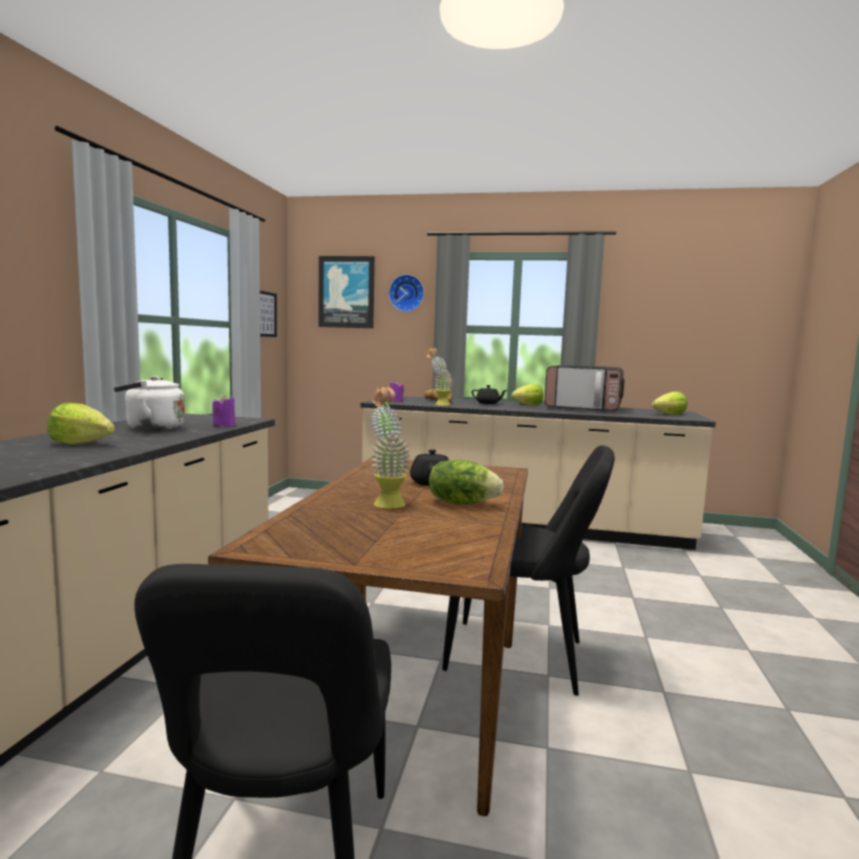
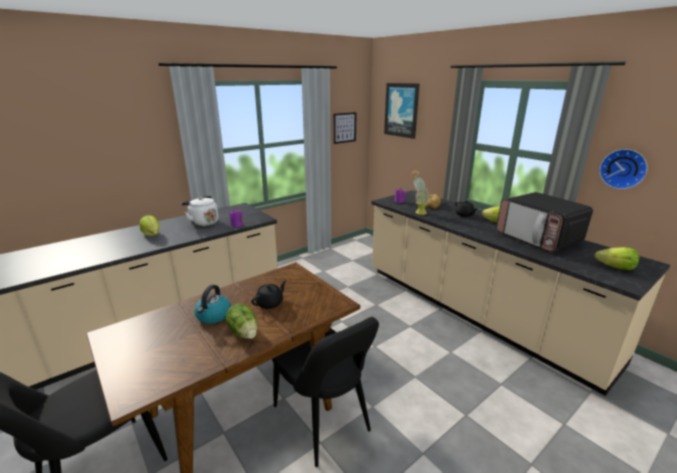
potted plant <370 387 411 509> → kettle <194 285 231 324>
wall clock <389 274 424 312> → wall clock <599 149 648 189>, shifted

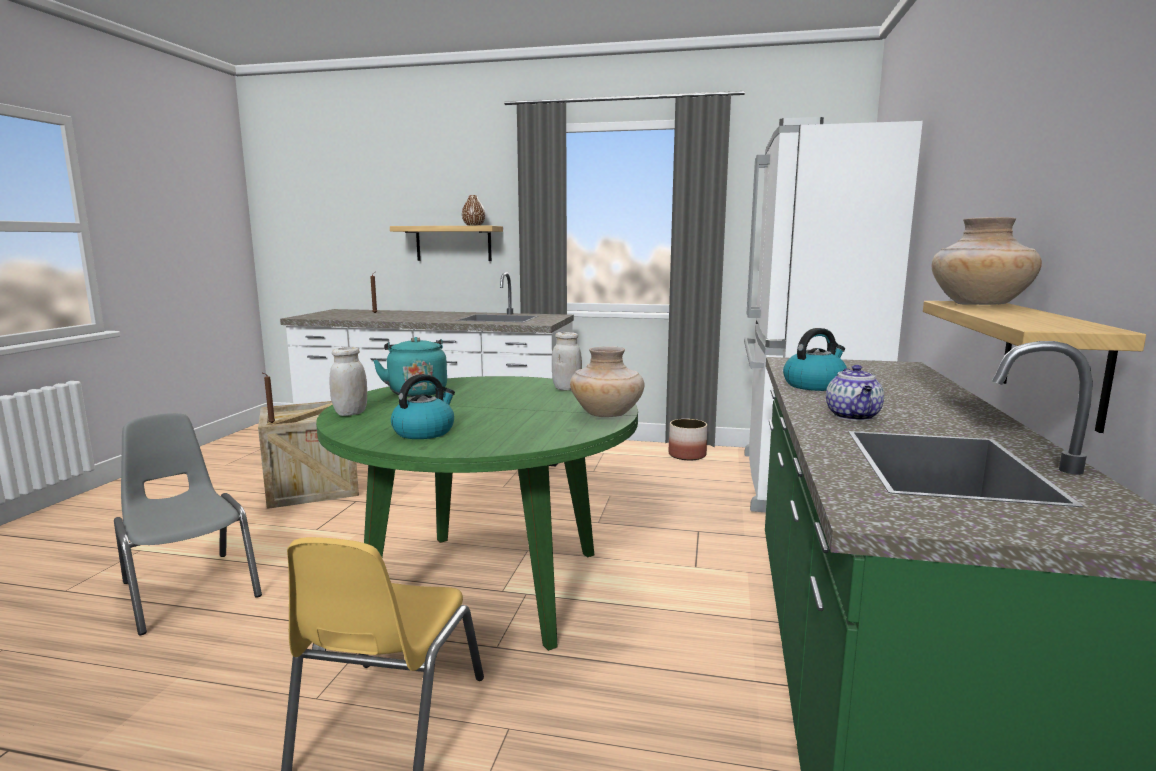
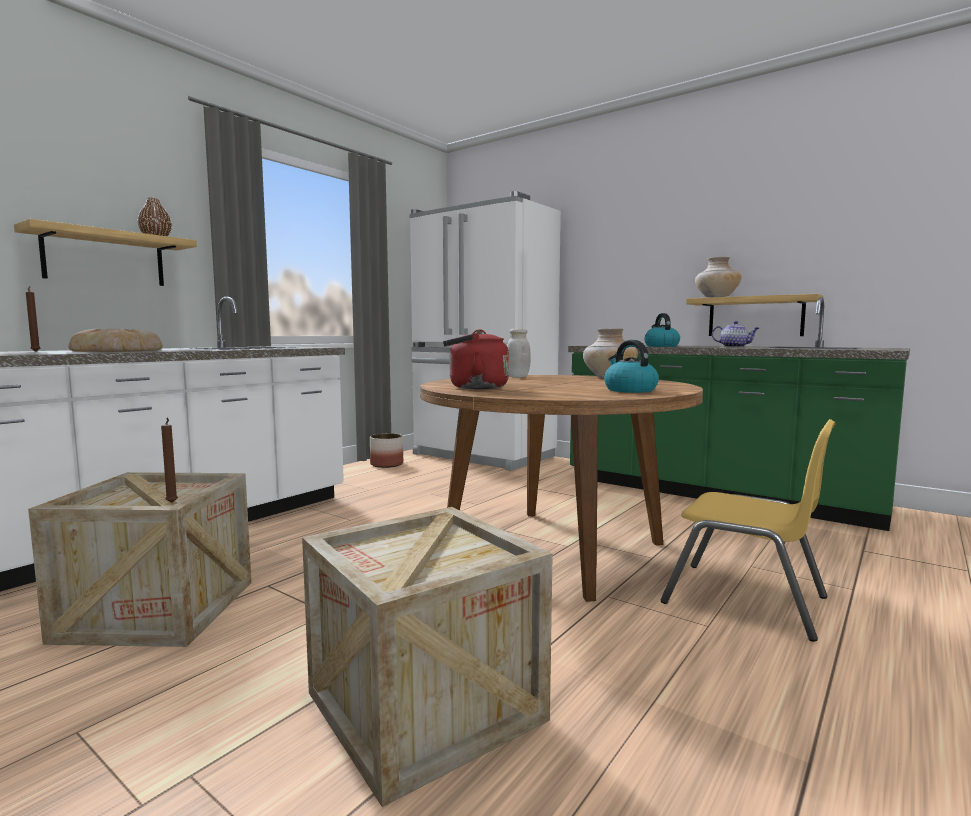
grey chair <114 413 262 636> → crate <302 507 553 807>
green dining table <316 376 638 651> → brown dining table <420 375 703 602>
white jar <329 347 367 416> → -
turquoise kettle <373 337 447 397> → red kettle <443 329 509 389>
- → bread <68 329 163 352>

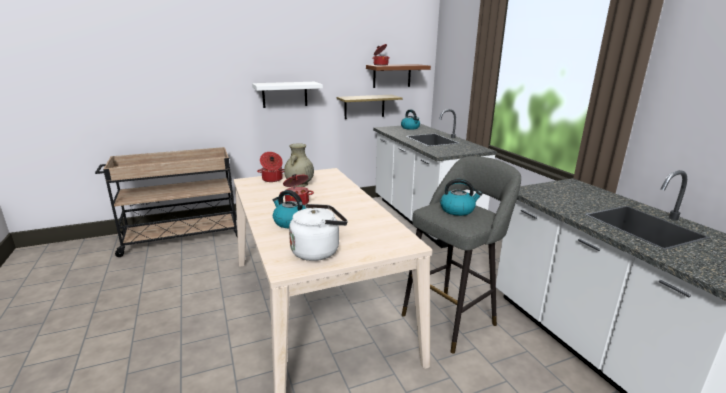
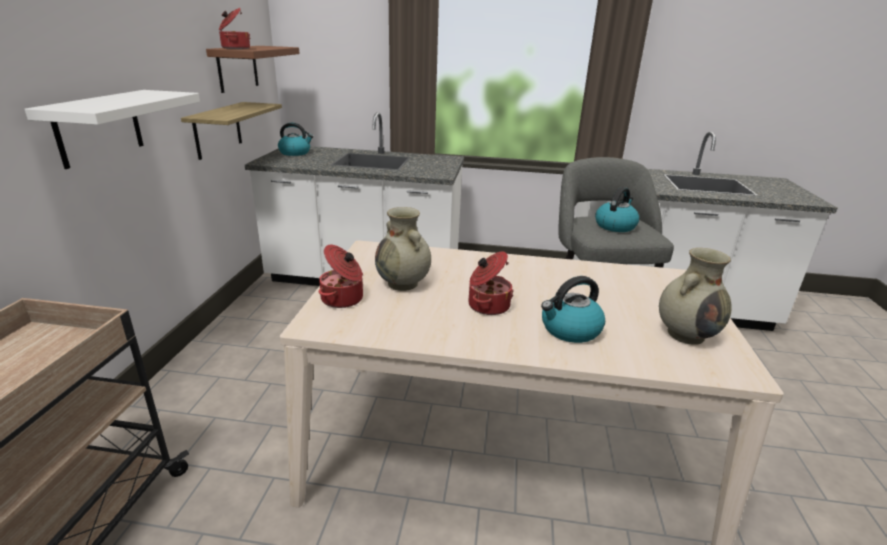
white kettle <289 204 348 261> → beige vase <659 248 732 345>

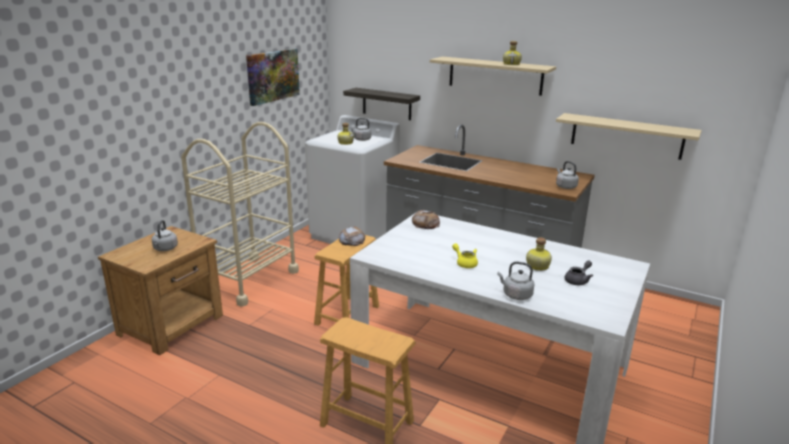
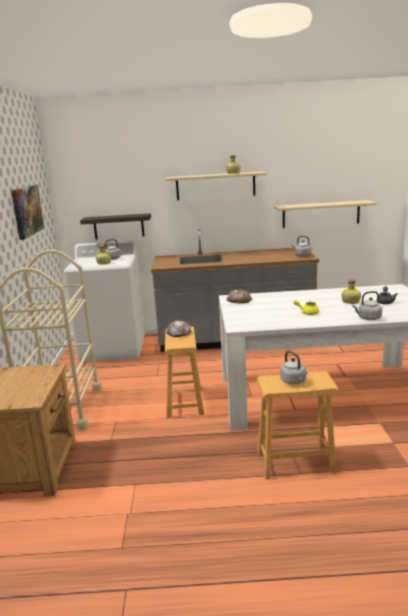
grey kettle <152 220 178 251> → grey kettle <280 351 307 385>, shifted

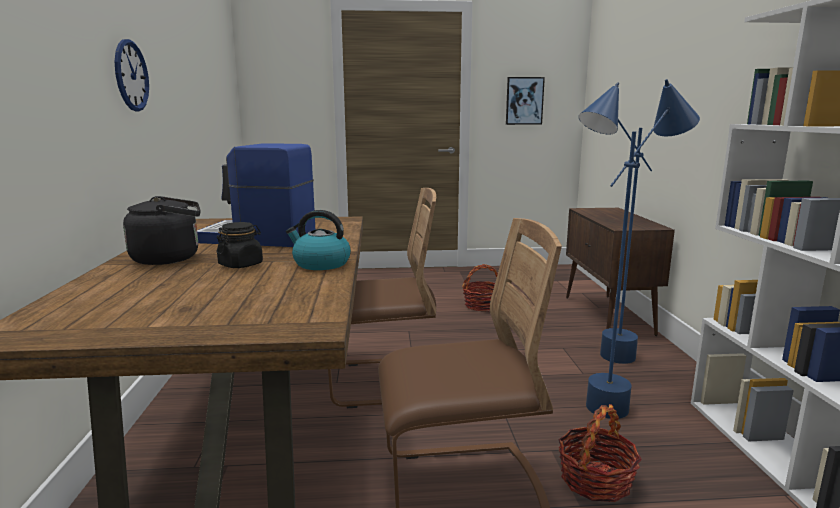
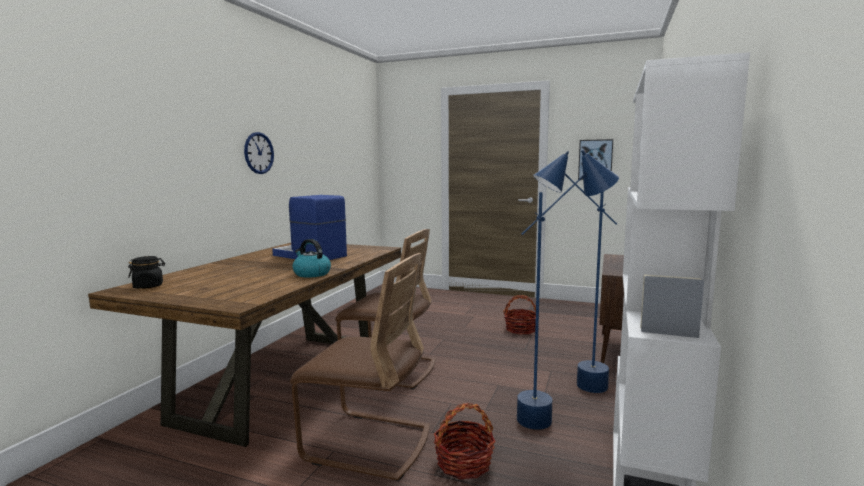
black kettle <123 196 201 265> → -
black jar <217 222 263 268> → black jar <128 256 165 288>, shifted

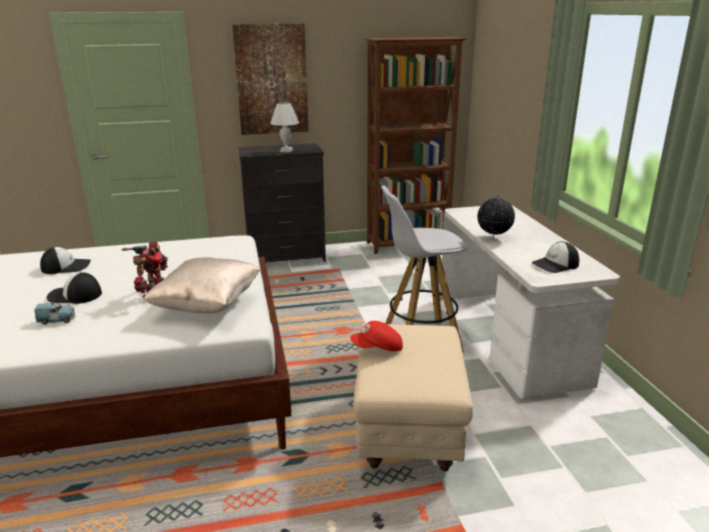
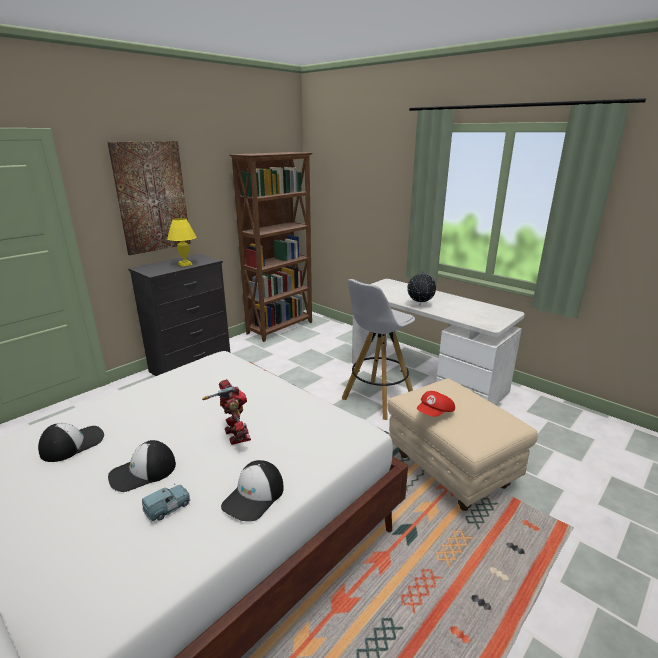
beige pillow <143 257 261 314> → -
white table lamp <270 102 299 152> → yellow table lamp <167 218 196 267>
cap <532 241 579 273> → cap <221 460 284 522>, shifted

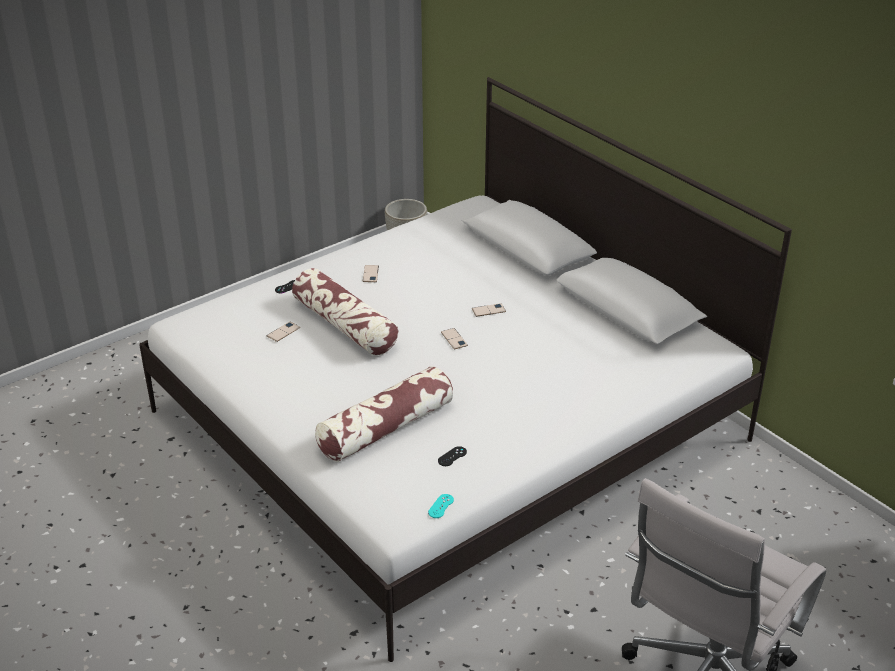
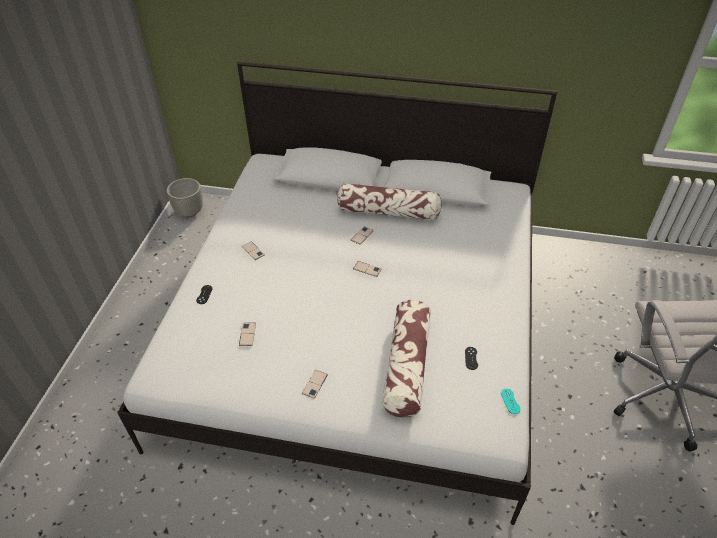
pillow <292 268 398 356> → pillow <337 183 442 220>, shifted
- → phone <302 370 328 399>

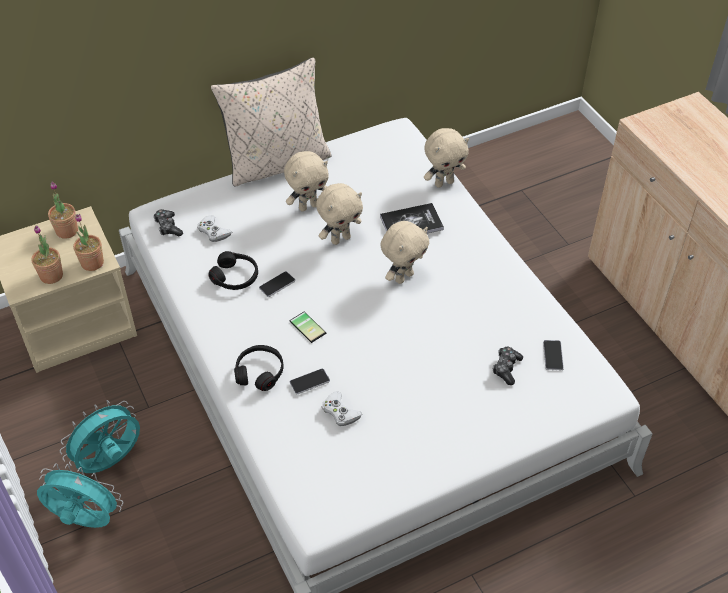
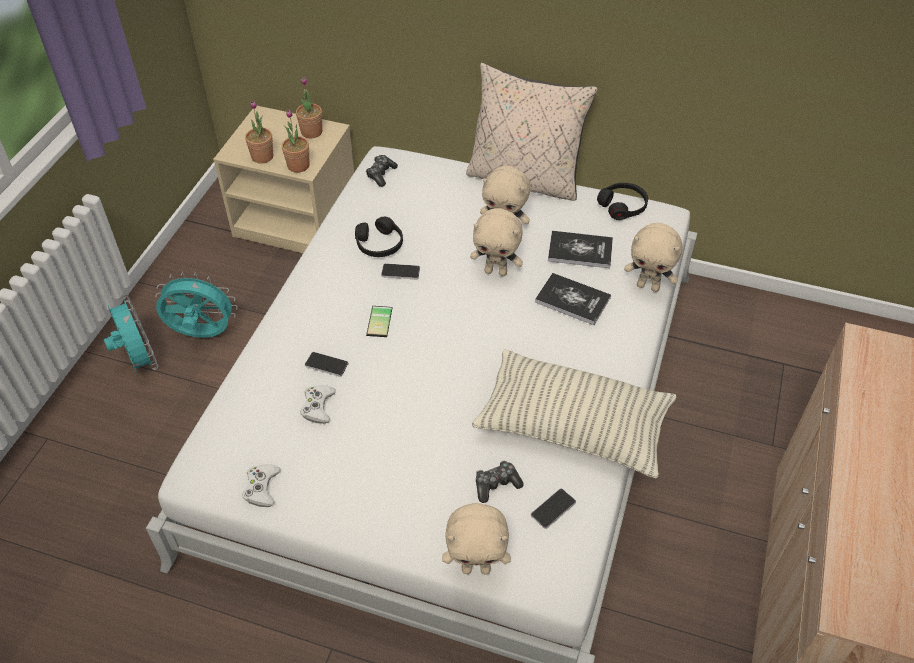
white game controller <197 215 232 242> → white game controller <242 464 280 507>, shifted
black headphones <234 345 284 391> → black headphones <597 183 648 220>, shifted
beige plush toy <380 221 430 284> → beige plush toy <442 503 511 574>, shifted
- → pillow <472 349 676 479>
- → book <548 231 613 268>

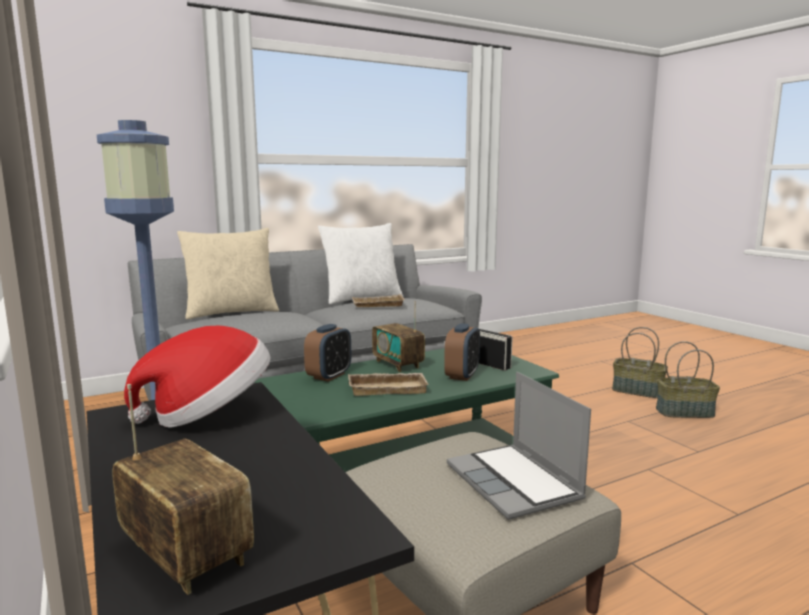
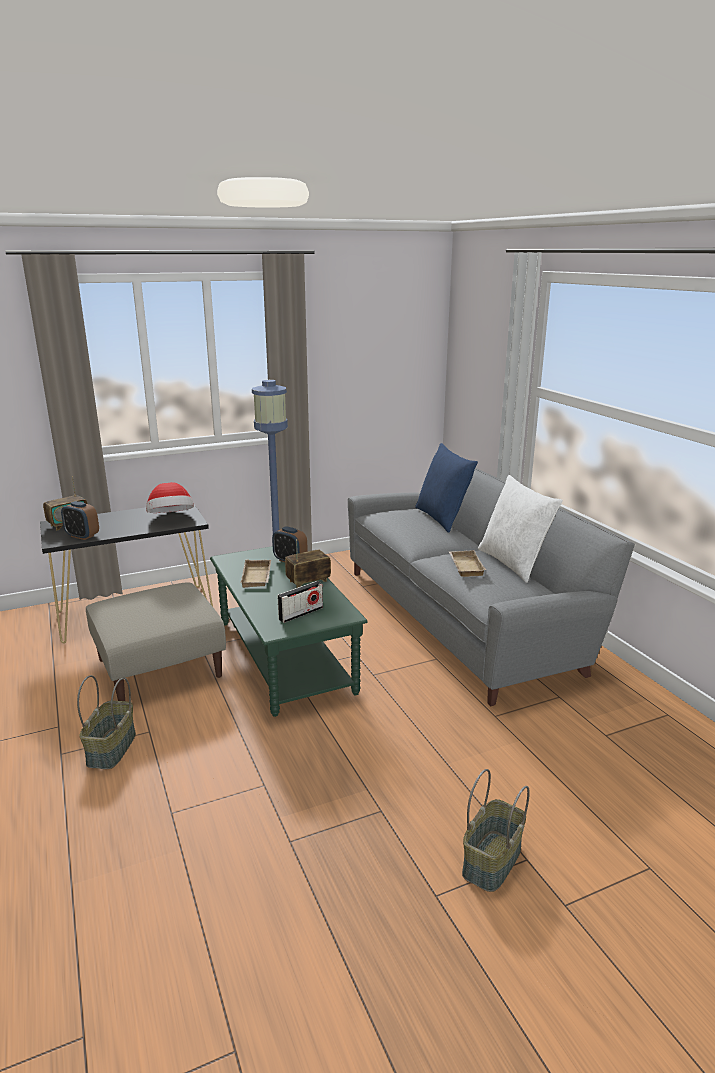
beige pillow <177 228 279 319> → blue pillow <415 443 478 533>
alarm clock <444 323 480 381> → alarm clock <61 501 99 540>, shifted
laptop <447 372 591 520> → -
basket <656 341 720 418> → basket <77 675 136 769>, shifted

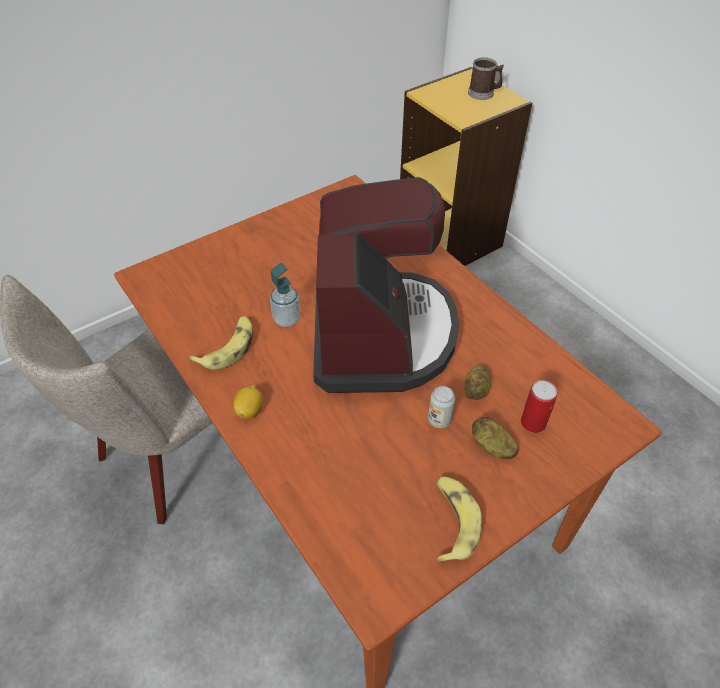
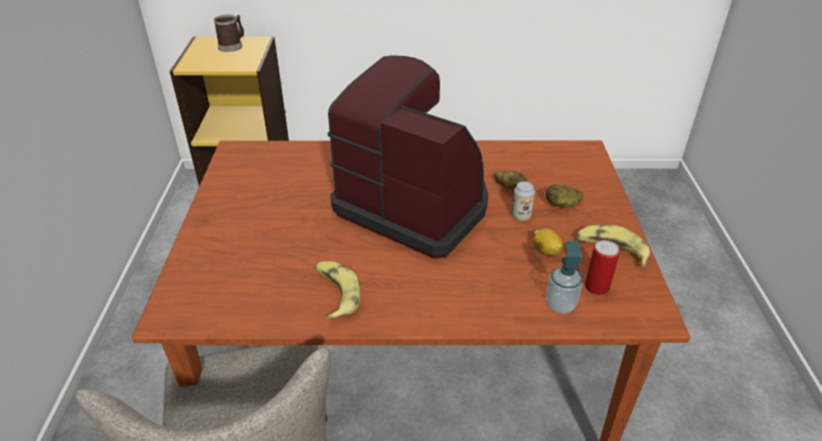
lemon <233 385 263 419> → lemon <534 228 563 255>, shifted
soap dispenser <270 263 300 327> → soap dispenser <546 241 582 314>, shifted
can <521 380 557 433> → can <585 240 620 295>, shifted

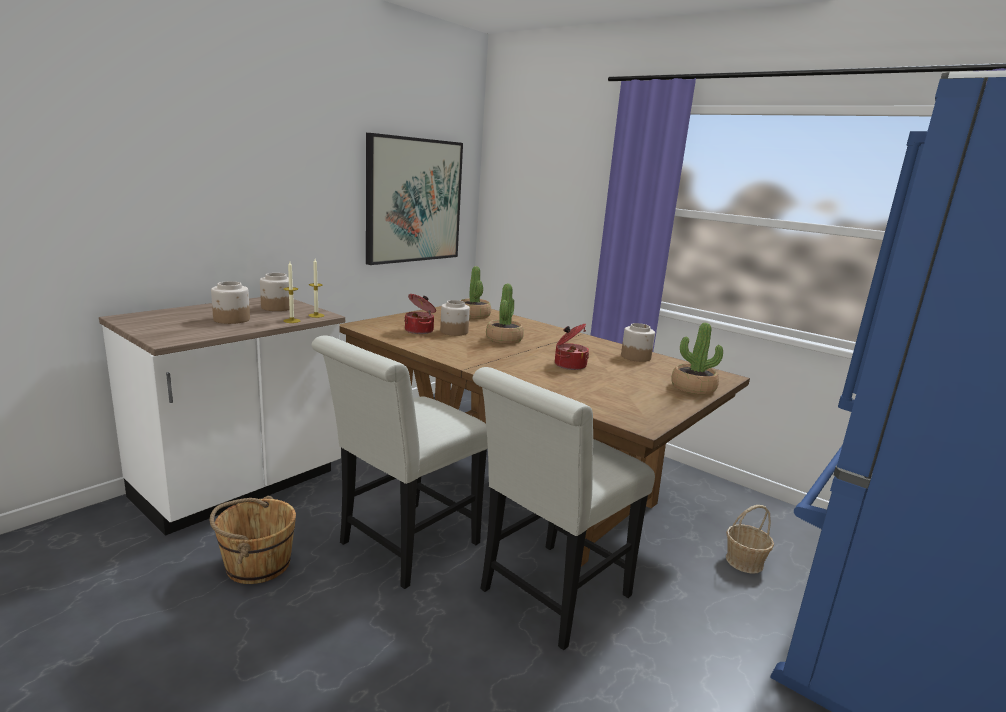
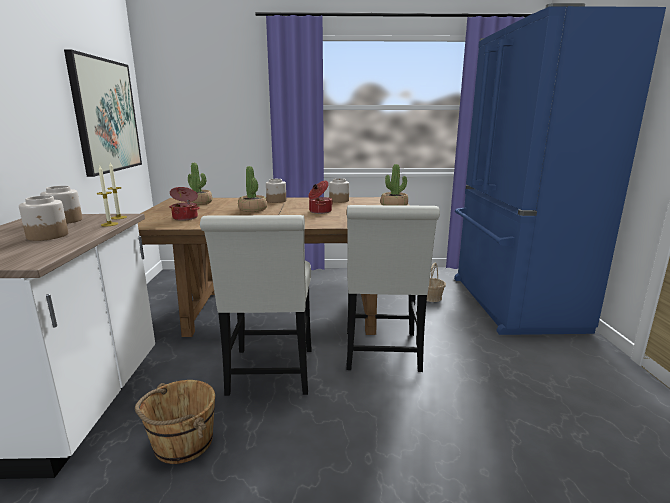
jar <440 300 470 336> → jar <266 179 286 203>, shifted

